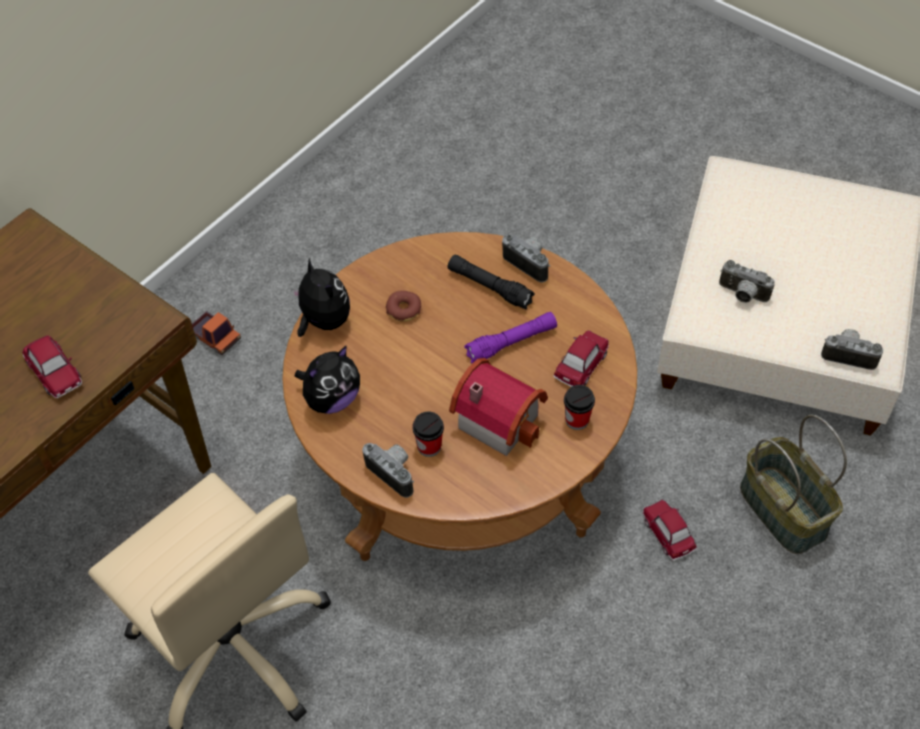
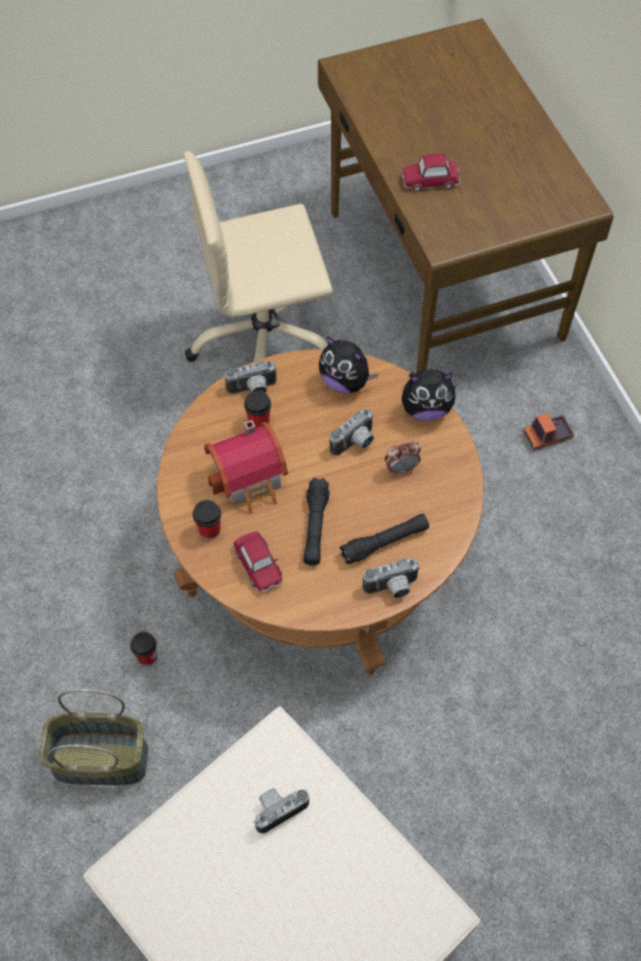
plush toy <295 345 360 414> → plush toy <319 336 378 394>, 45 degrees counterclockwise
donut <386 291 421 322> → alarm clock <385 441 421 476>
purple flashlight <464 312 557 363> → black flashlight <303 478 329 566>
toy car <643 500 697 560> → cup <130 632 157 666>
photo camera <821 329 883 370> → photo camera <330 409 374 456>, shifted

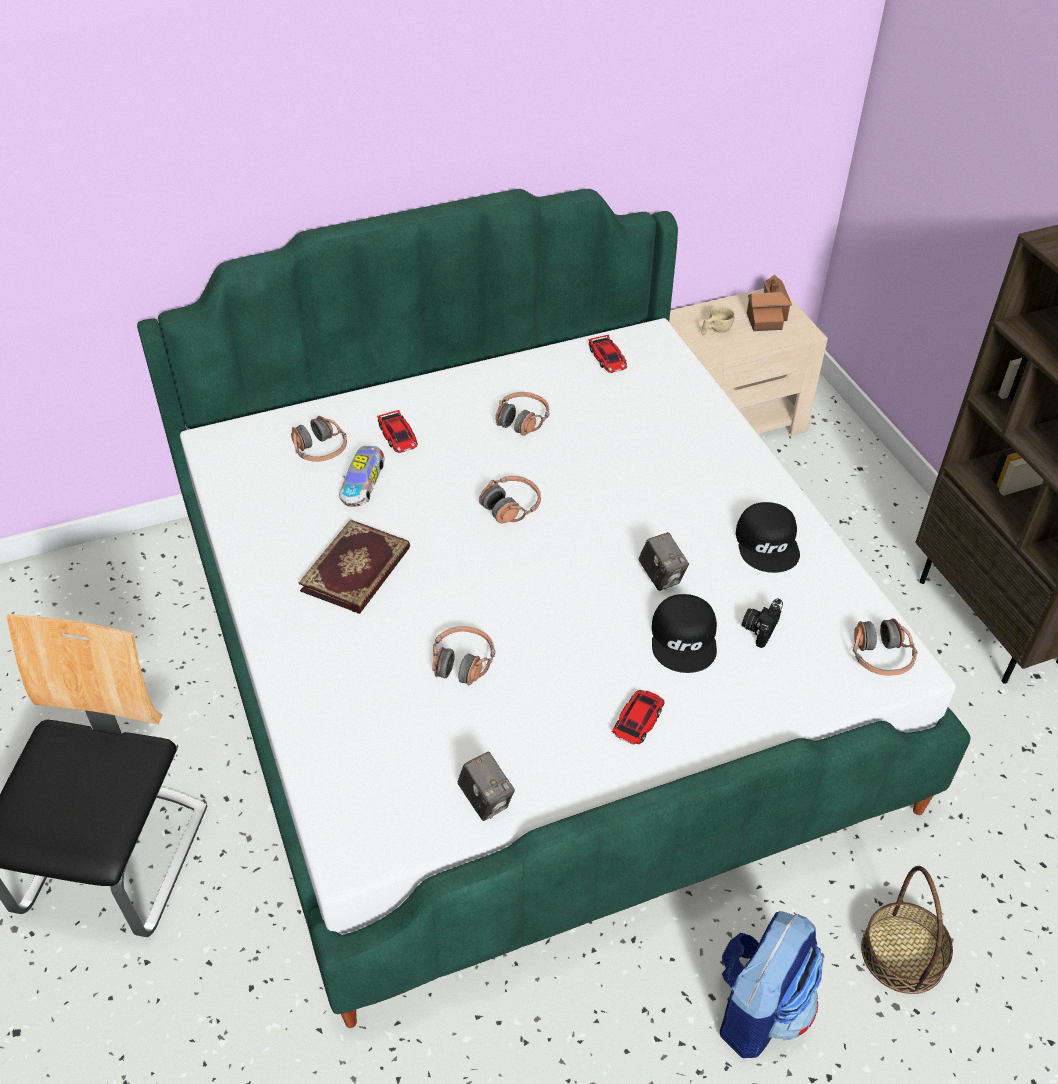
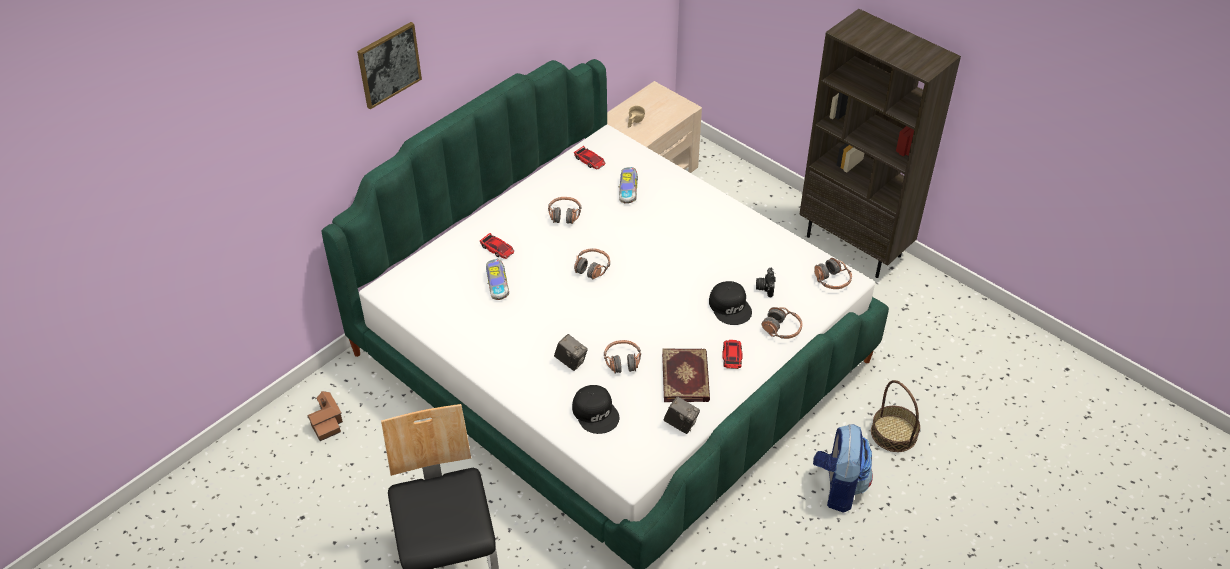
headphones <291 416 347 462> → headphones <762 307 802 339>, shifted
book <299 519 410 614> → book <662 348 710 402>, shifted
photo camera <638 532 689 591> → photo camera <554 334 588 371>, shifted
black cap <736 502 800 573> → black cap <572 385 619 434>, shifted
toy house <747 275 792 331> → toy house <307 391 343 441>, shifted
- → picture <357 22 422 109>
- → toy car <618 167 638 204>

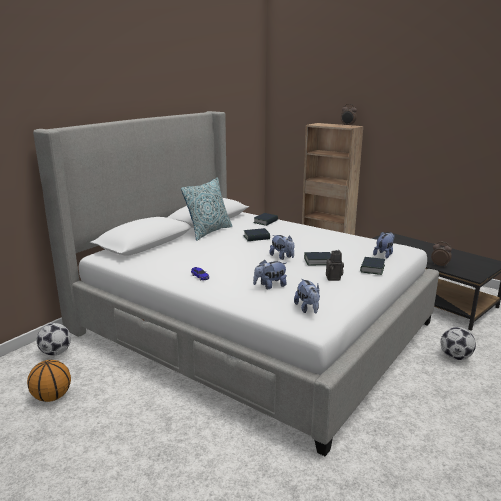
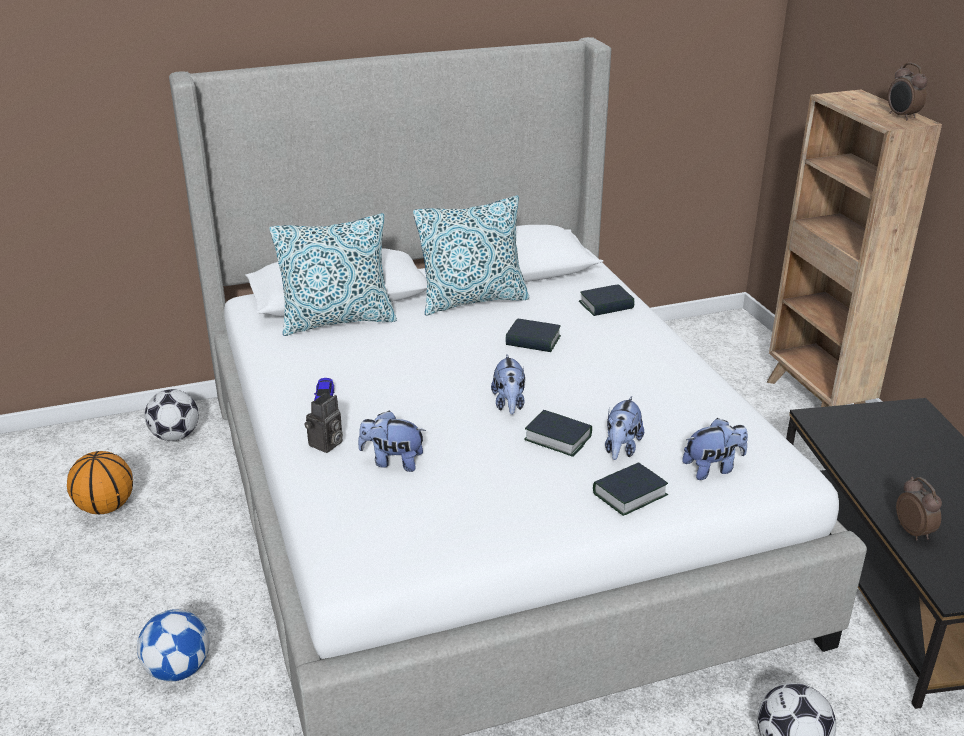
plush toy <294 279 320 314> → plush toy <605 396 644 460>, shifted
photo camera <326 250 344 281> → photo camera <305 393 343 453>, shifted
- → football <137 609 210 682>
- → pillow <269 213 397 336>

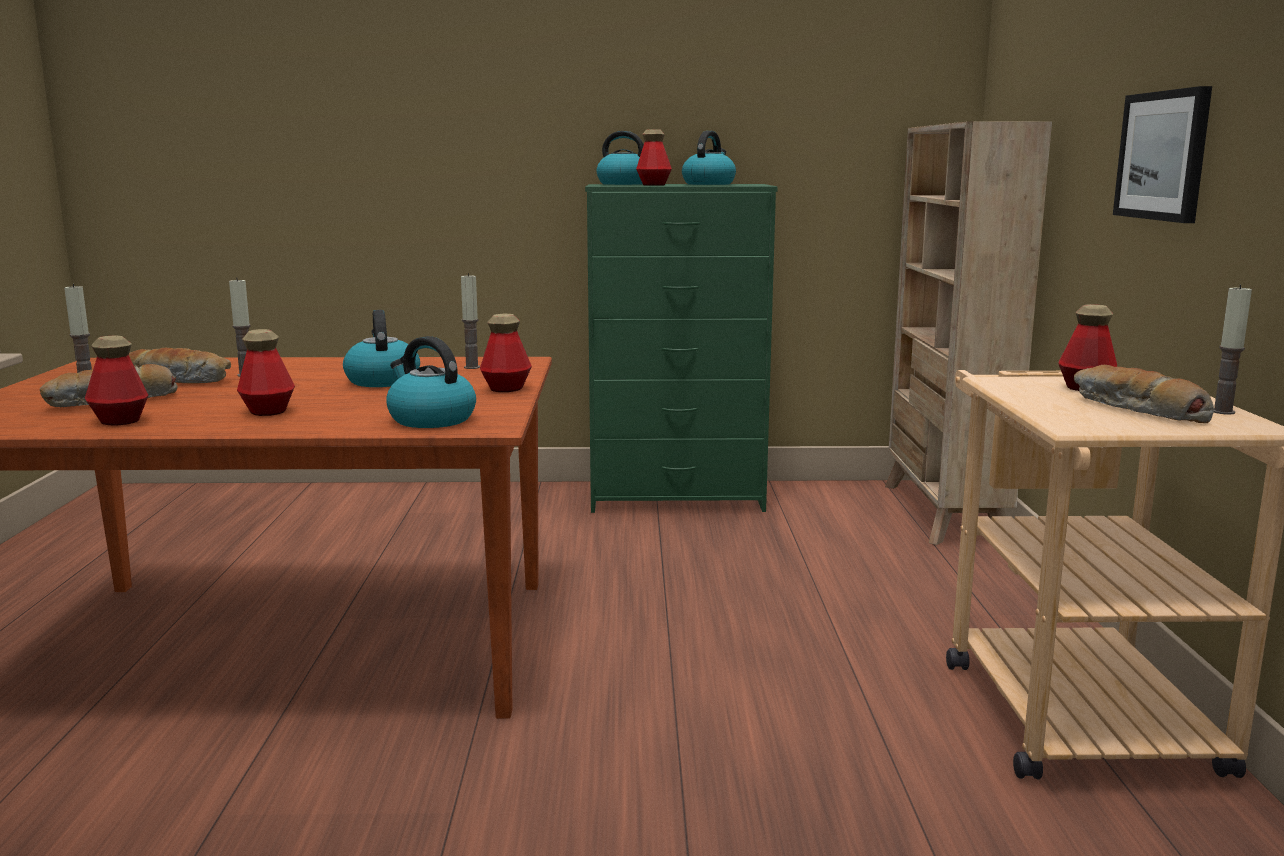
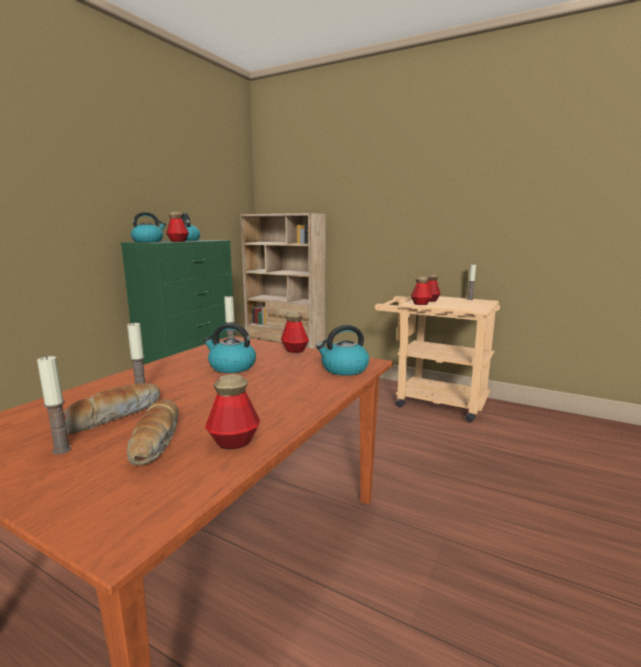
bottle <237 329 295 416> → bottle <411 276 432 305>, shifted
bread <1074 365 1214 423> → -
picture <1113 86 1212 223> → -

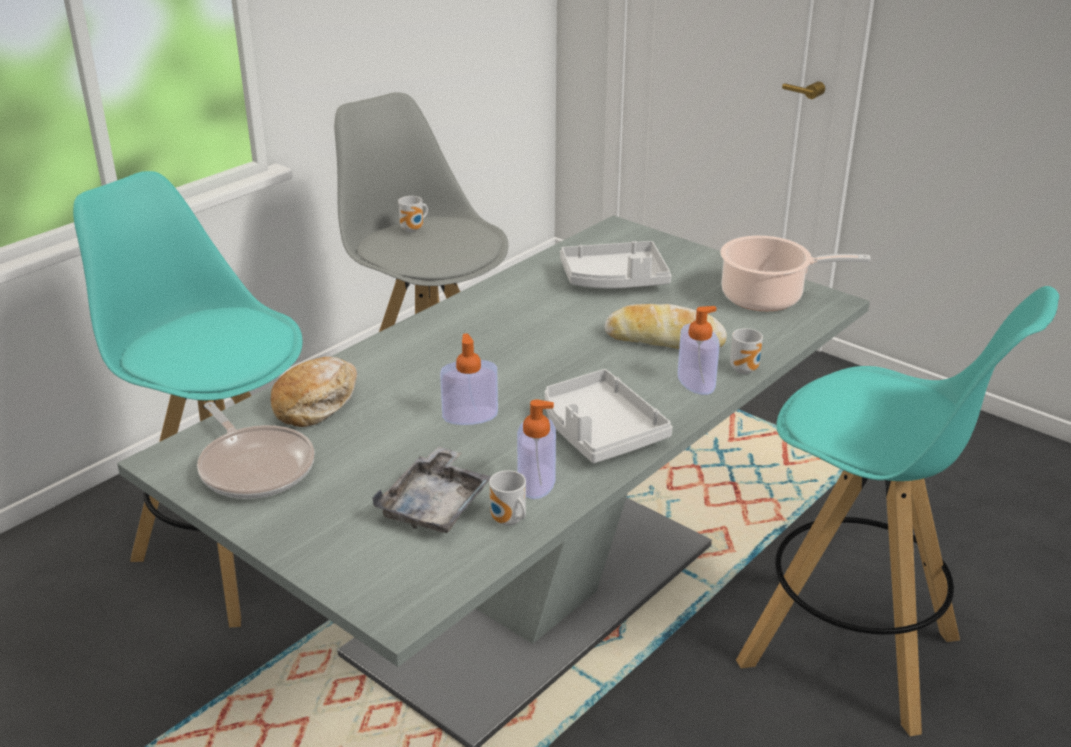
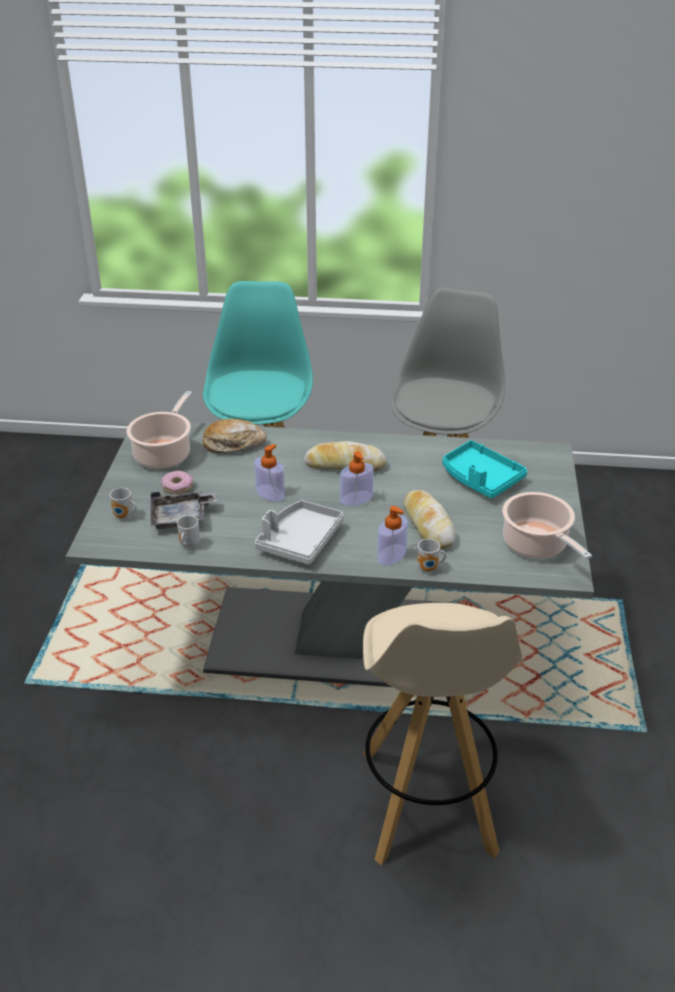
frying pan <197 402 314 499> → cooking pot <127 391 192 469>
mug <398 196 428 232> → mug <110 488 136 519>, shifted
soap dispenser <517 399 556 499> → soap dispenser <340 451 374 506>, shifted
grey tray <560 241 672 288> → turquoise tray <442 440 527 499>
turquoise stool <736 286 1059 736> → beige stool <362 603 523 866>
- → donut <162 471 193 494>
- → bread <304 441 386 471>

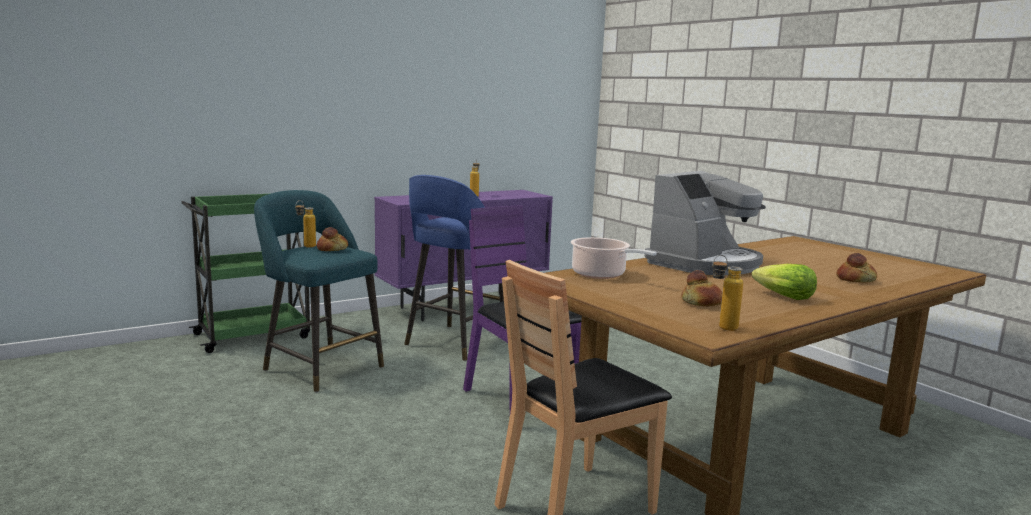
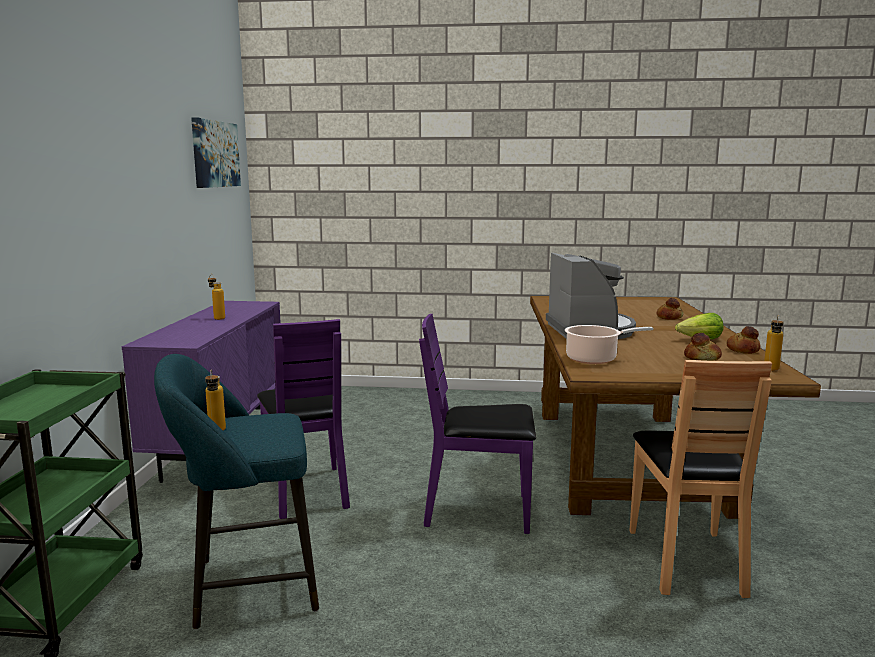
bread <317 227 348 251> → bread <727 326 761 354>, shifted
blue stool <404 175 504 361> → purple chair <257 319 350 519>
- → picture <191 117 241 188>

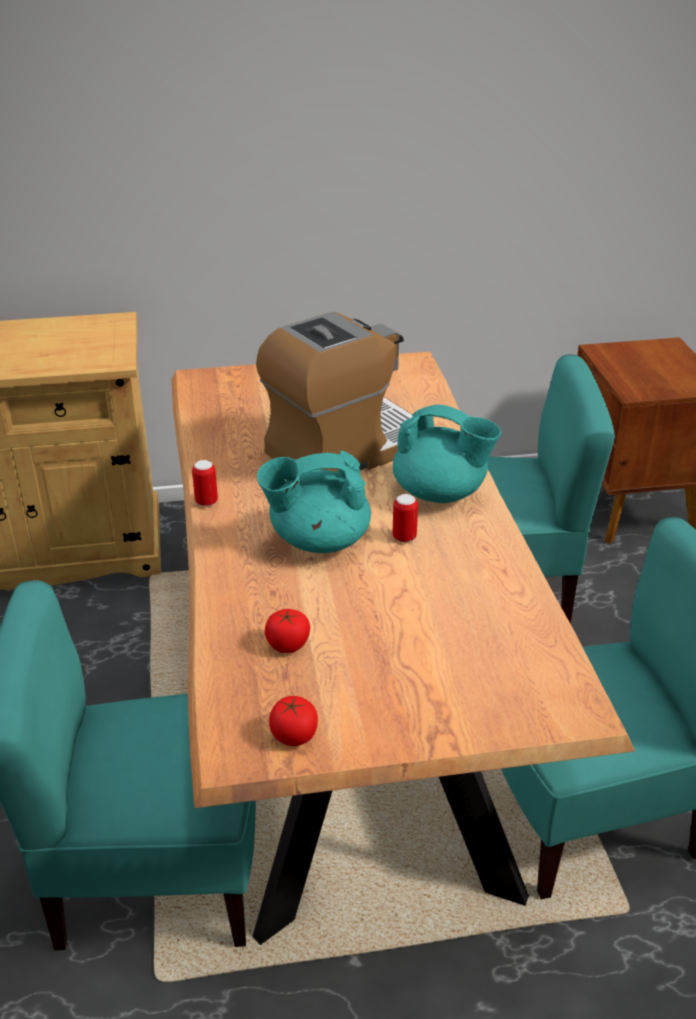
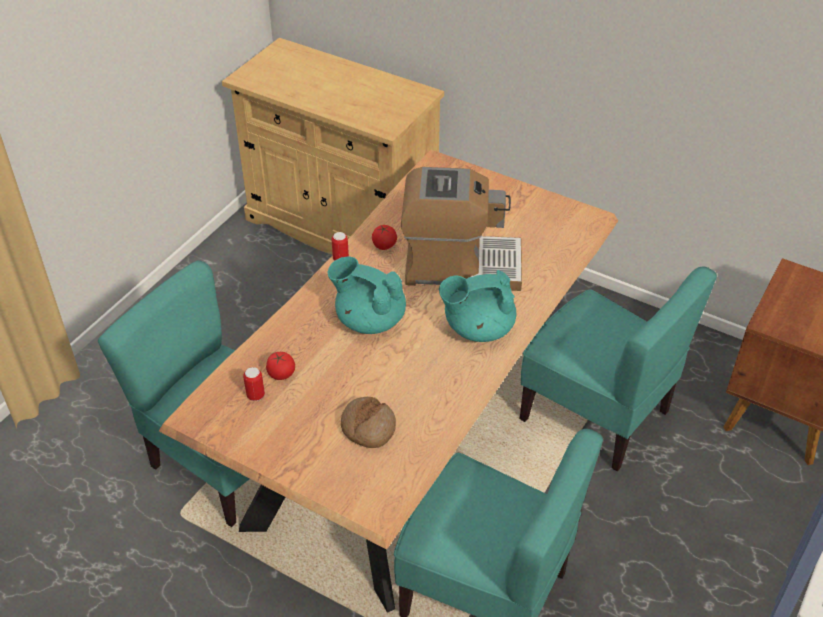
tomato <269 696 318 746> → tomato <372 225 397 250>, shifted
can <392 494 418 542> → can <243 367 265 401>, shifted
turquoise teapot <393 404 501 503> → turquoise teapot <439 270 516 342>, 105 degrees clockwise
- → bread <341 397 396 448>

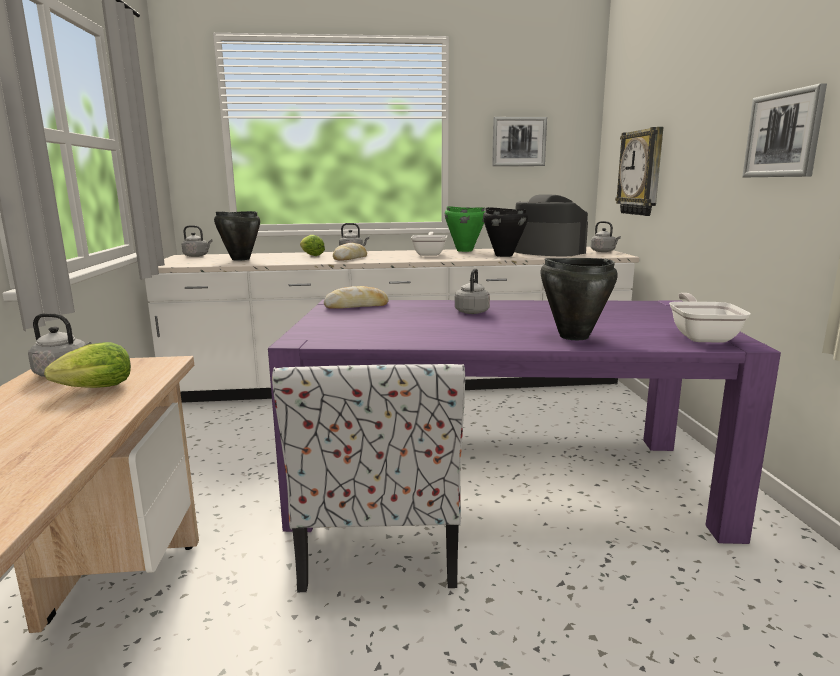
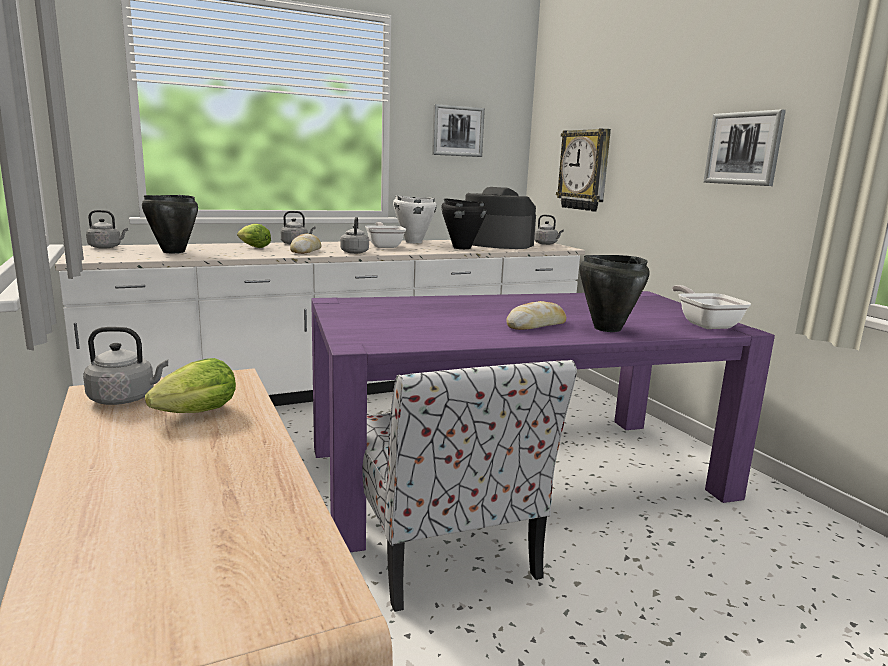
bread <324 286 389 309> → bread <506 301 566 330>, shifted
green cooking pot <445 206 485 252> → white cooking pot <393 195 437 243>
grey kettle <455 268 490 314> → grey kettle <340 217 369 254>, shifted

